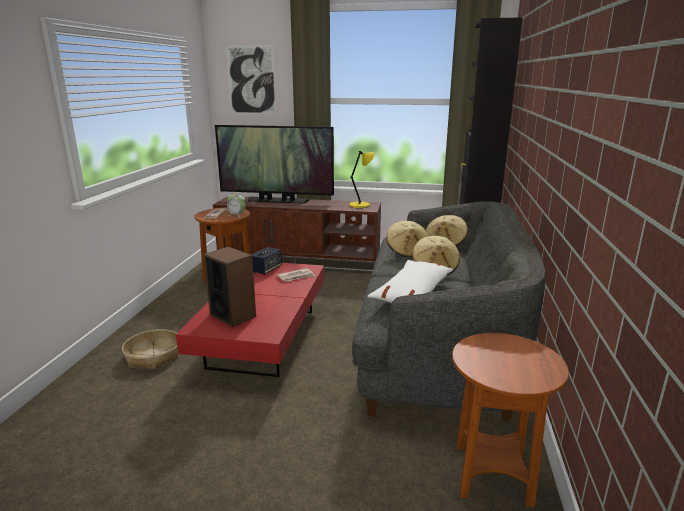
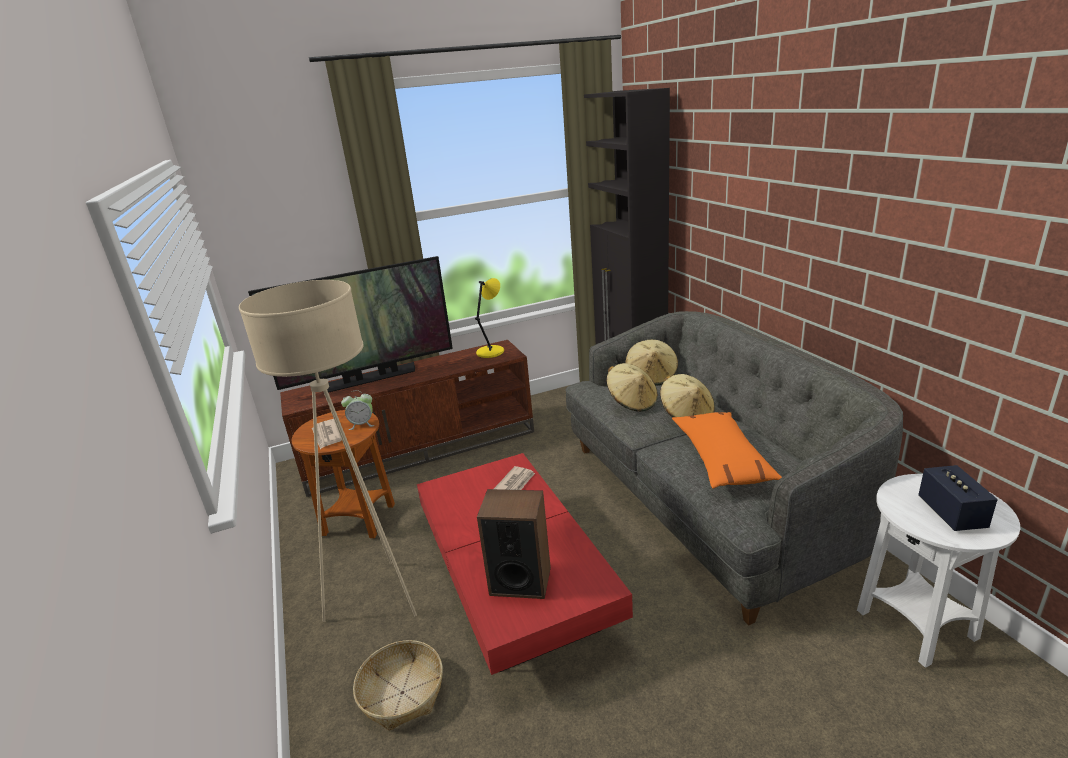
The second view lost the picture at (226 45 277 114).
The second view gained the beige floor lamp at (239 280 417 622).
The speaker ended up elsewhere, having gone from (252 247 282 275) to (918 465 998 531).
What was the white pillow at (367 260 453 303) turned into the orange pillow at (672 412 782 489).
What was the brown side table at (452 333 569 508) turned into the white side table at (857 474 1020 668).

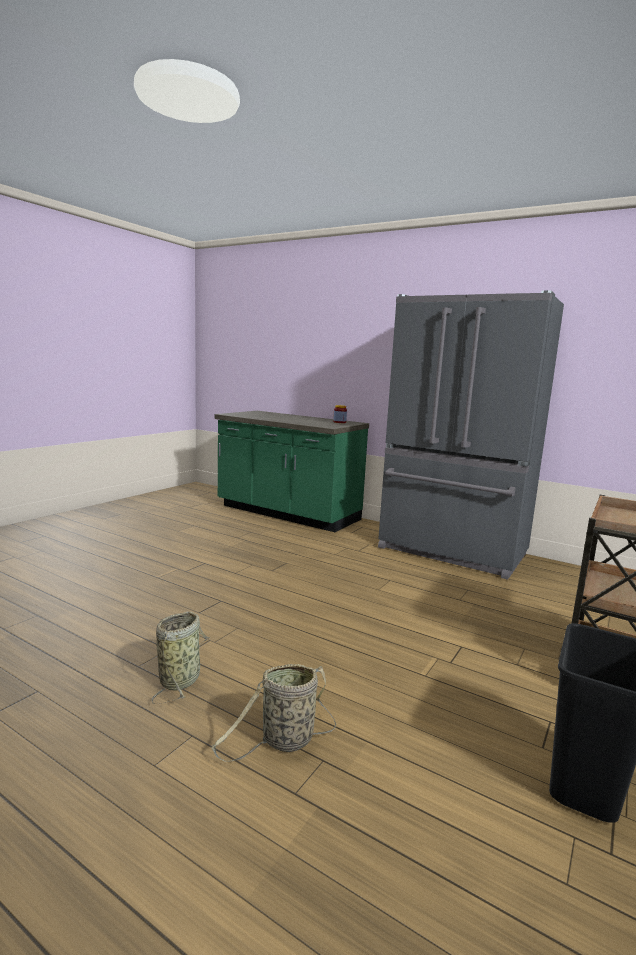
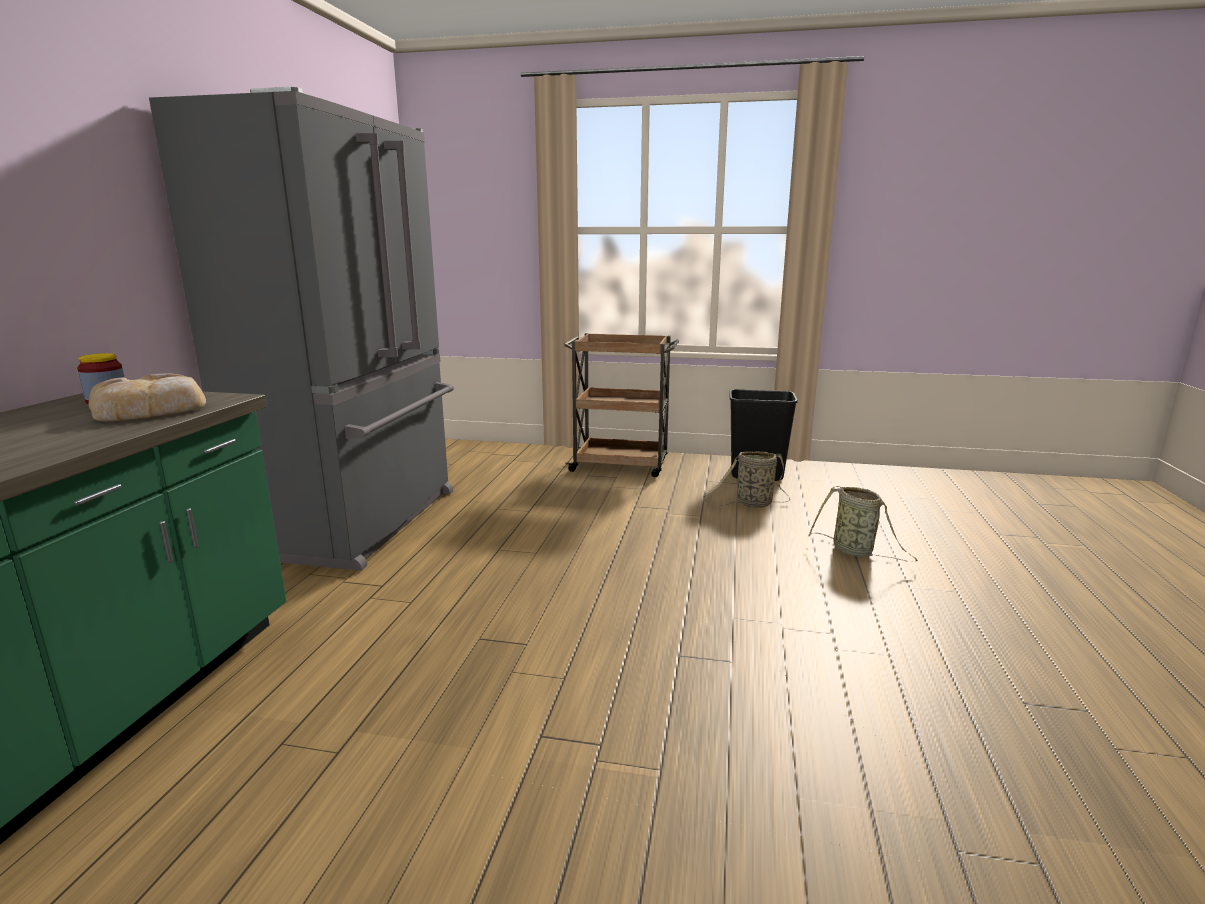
The second view gained the bread at (89 373 206 421).
The basket ended up elsewhere, having gone from (151 611 211 704) to (703 451 790 508).

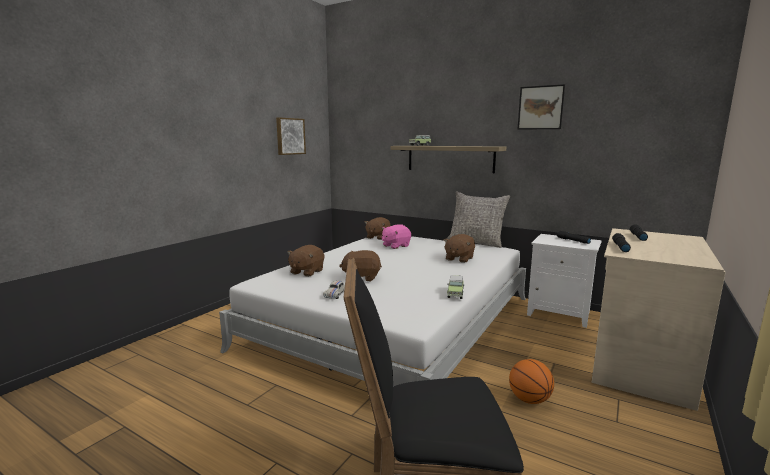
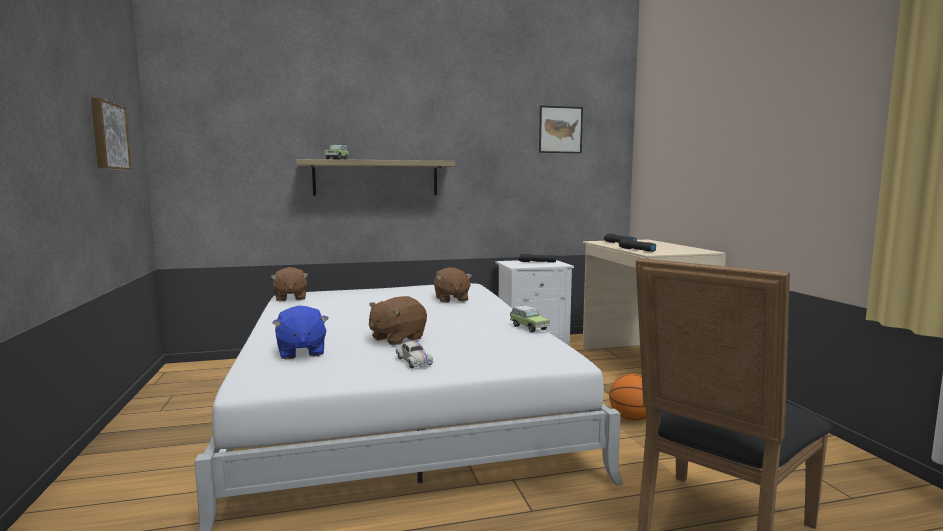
The second view lost the pink plush toy at (382 225 411 249).
The second view lost the grey pillow at (447 191 510 248).
The picture ended up elsewhere, having gone from (518 84 565 130) to (539 106 583 153).
What was the brown plush toy at (287 245 324 277) turned into the blue plush toy at (272 306 329 359).

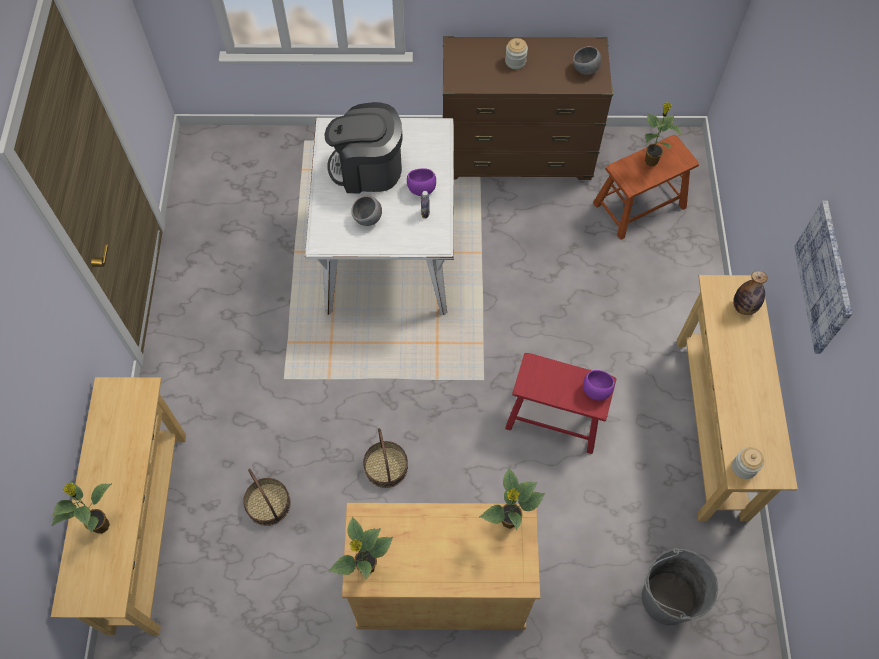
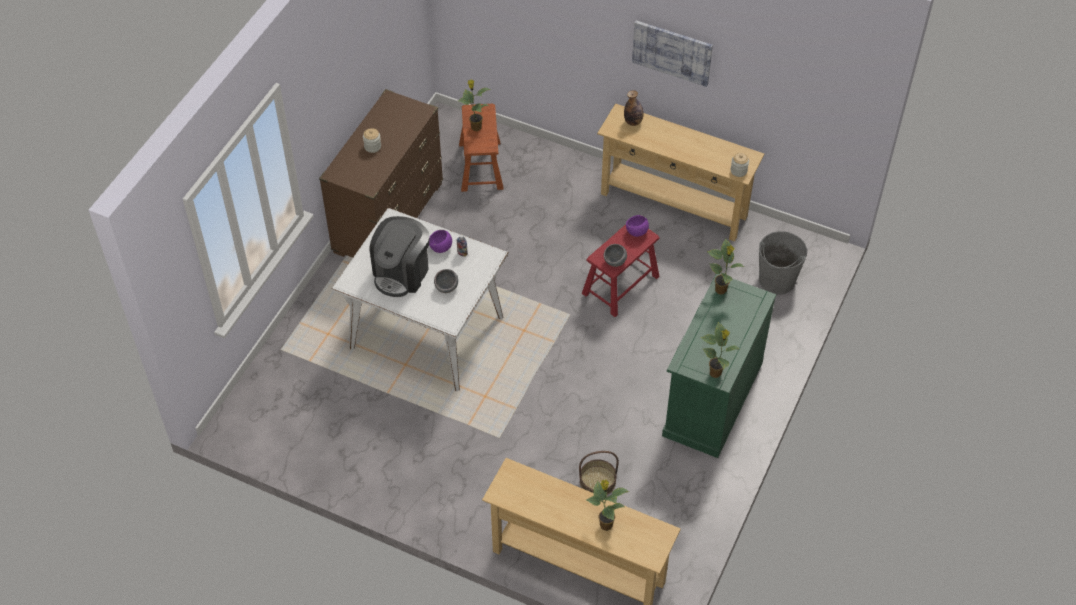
The second view lost the basket at (363 428 408 488).
The grey bowl ended up elsewhere, having gone from (573 46 602 75) to (604 244 627 267).
What was the beige cabinet at (342 503 540 630) turned into the green cabinet at (662 274 776 458).

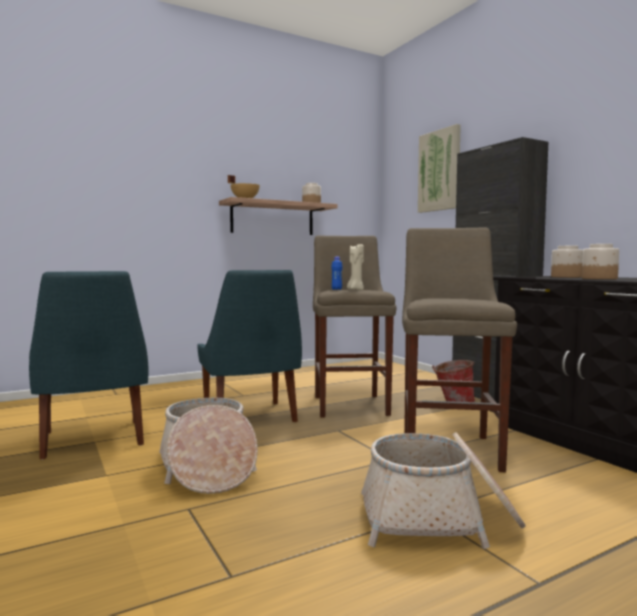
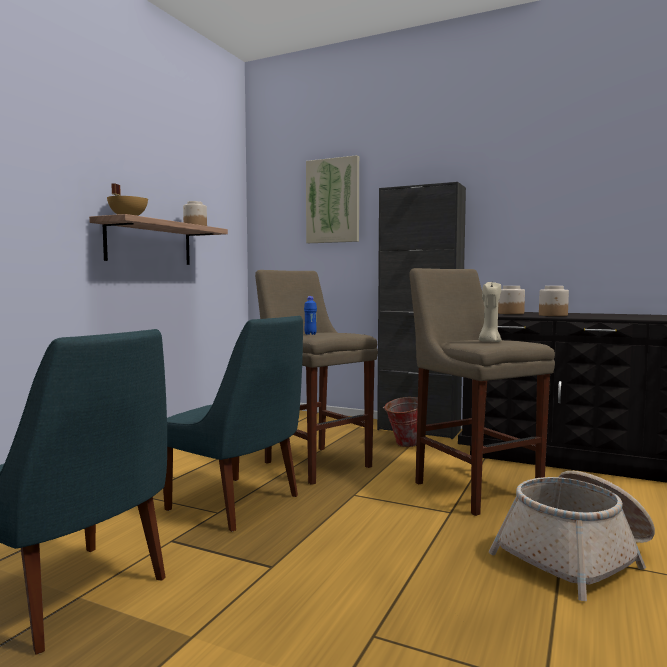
The second view lost the basket at (159 398 258 494).
The beige candle ended up elsewhere, having gone from (347 244 364 290) to (479 282 501 342).

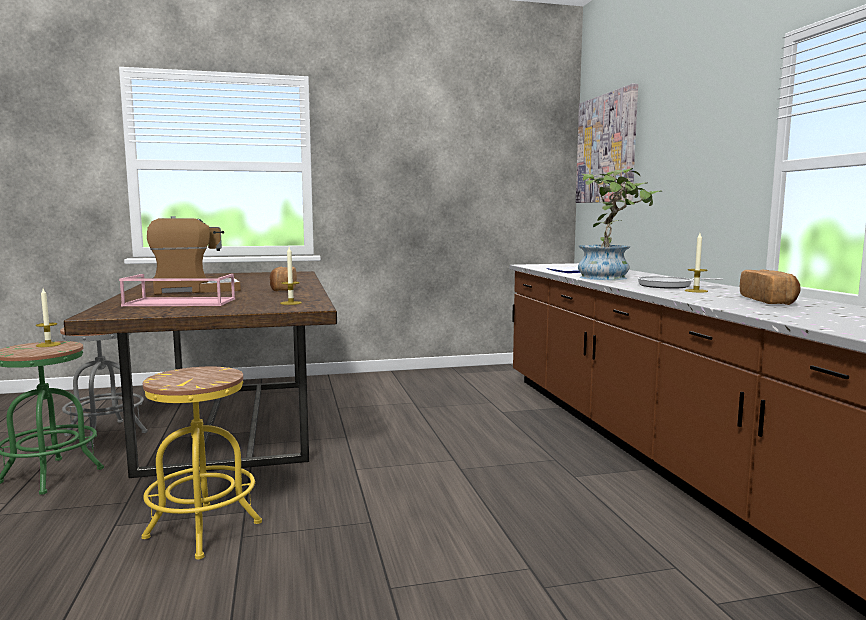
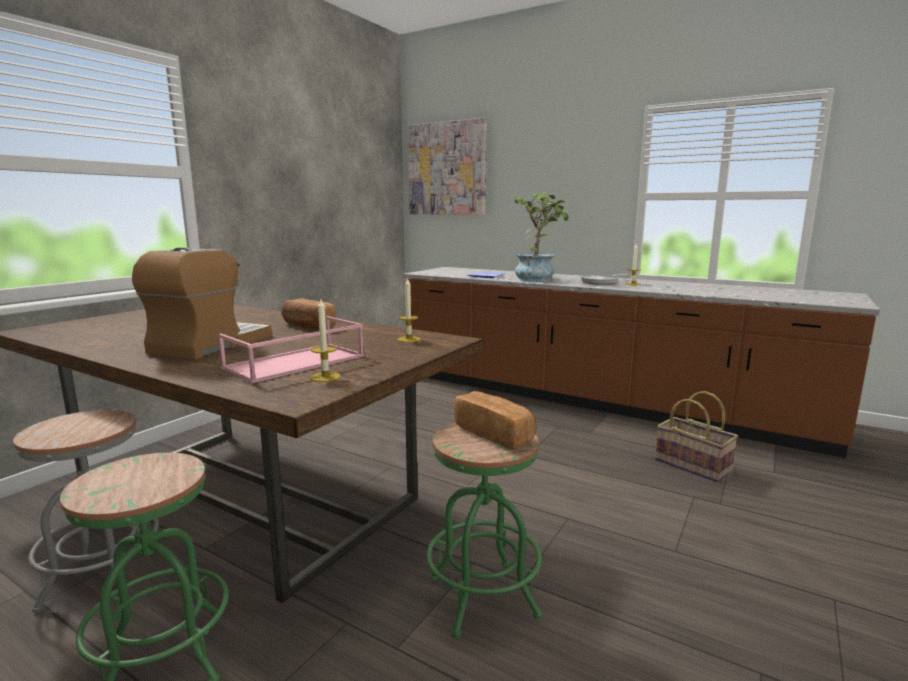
The second view gained the basket at (655 391 738 482).
The candle ended up elsewhere, having gone from (36 289 61 347) to (310 299 341 382).
The bread ended up elsewhere, having gone from (740 270 801 305) to (454 391 537 450).
What was the yellow stool at (142 367 262 559) turned into the green stool at (427 422 542 638).

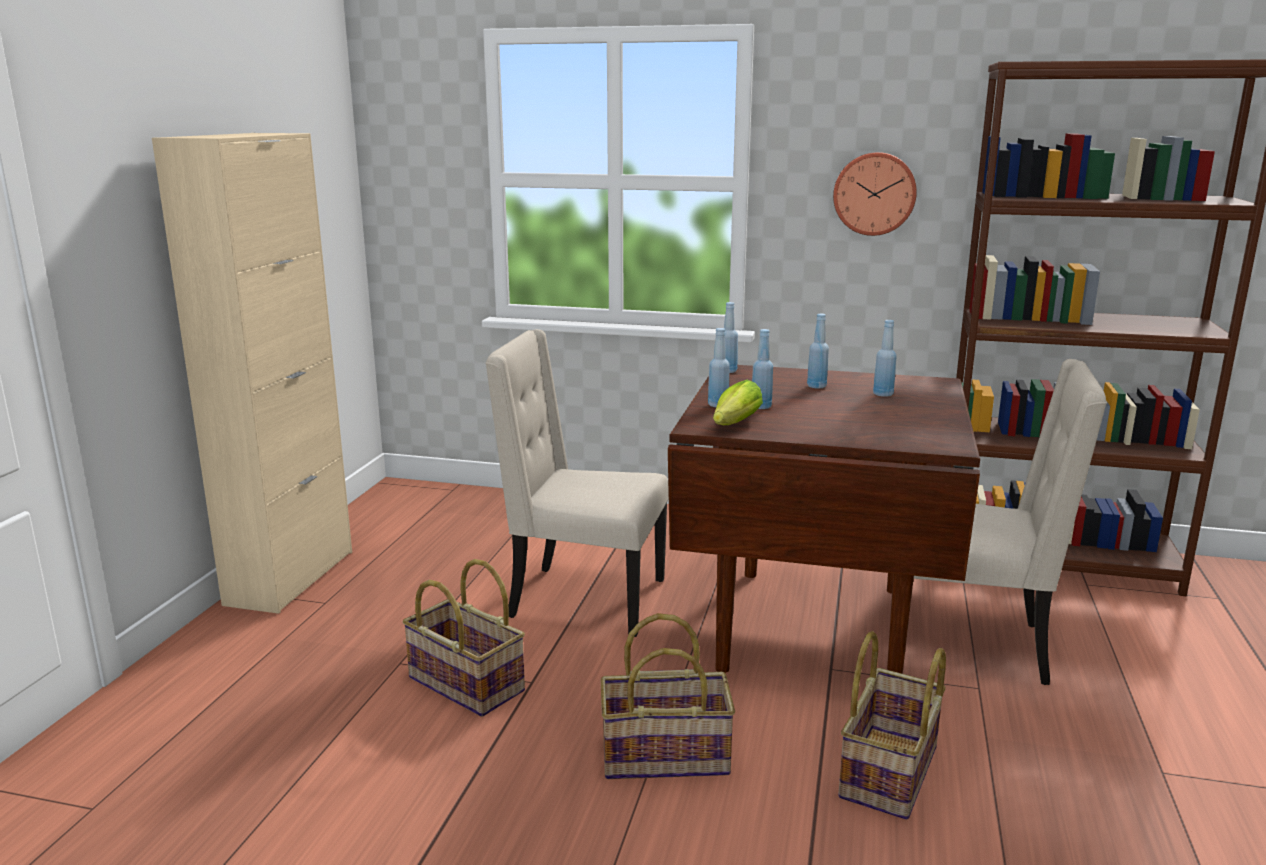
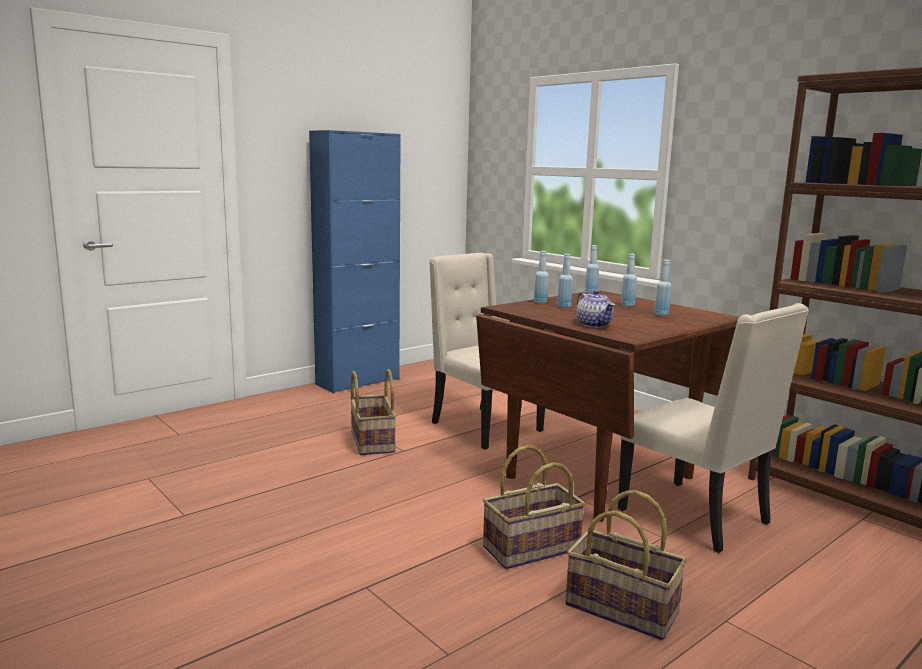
The second view lost the lettuce at (713 380 763 425).
The second view lost the wall clock at (833 152 917 236).
The second view gained the teapot at (576 290 615 328).
The basket ended up elsewhere, having gone from (601 613 735 779) to (565 490 687 640).
What was the beige cabinet at (152 133 352 614) turned into the blue cabinet at (309 130 400 393).

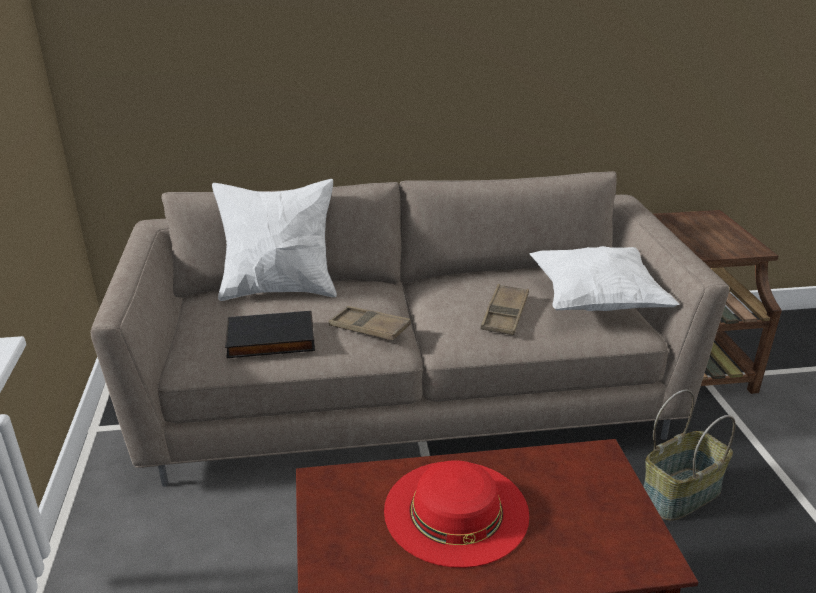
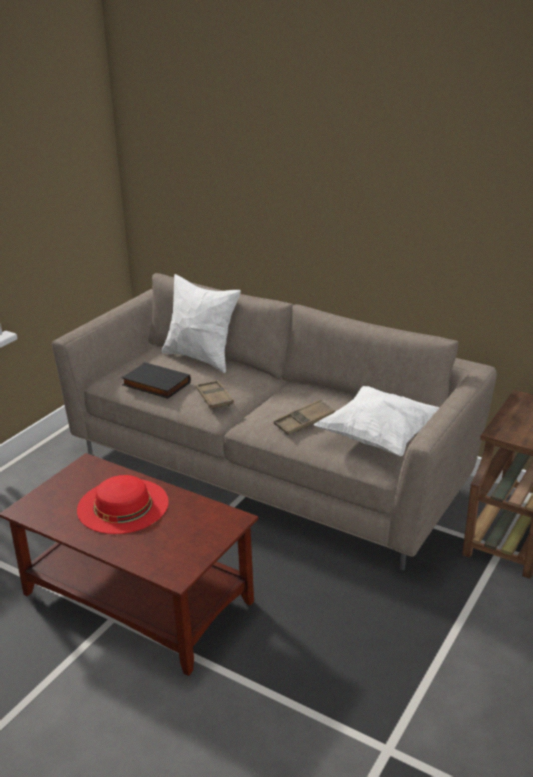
The second view lost the basket at (643 389 736 521).

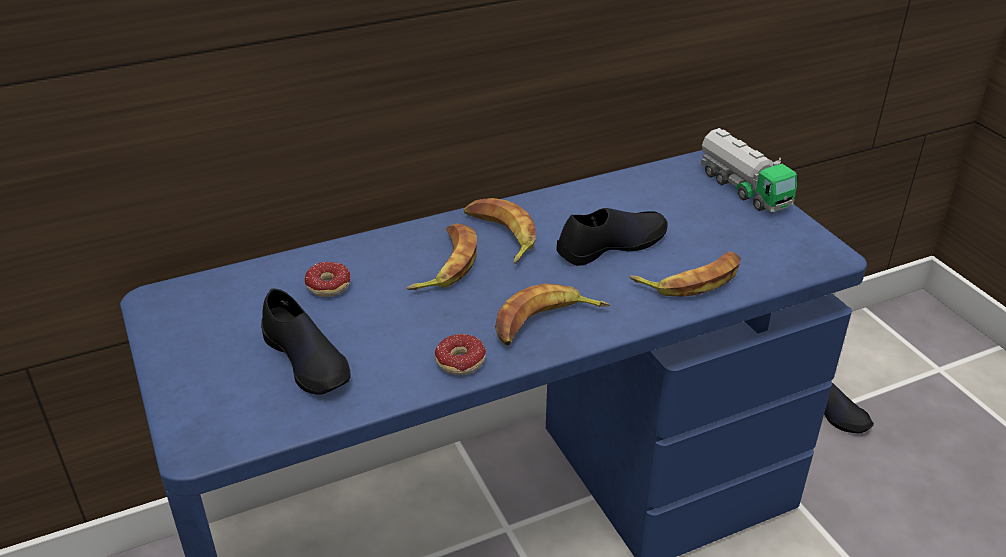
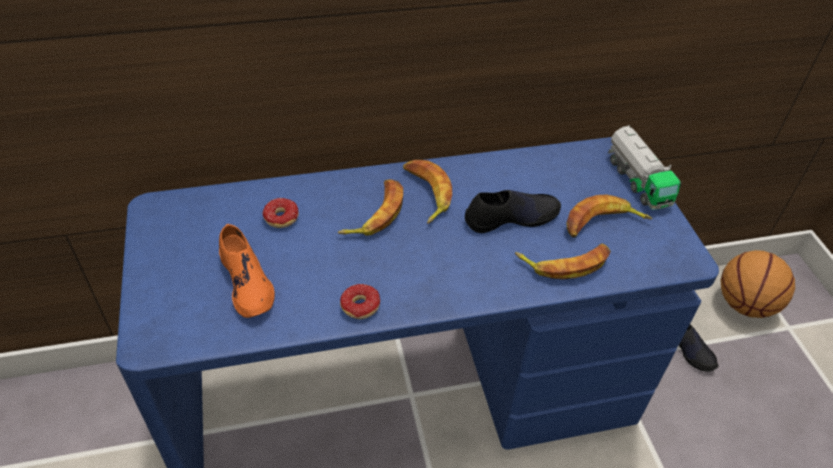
The second view gained the basketball at (721 250 795 318).
The banana ended up elsewhere, having gone from (495 284 610 345) to (566 194 652 237).
What was the black shoe at (261 288 350 395) turned into the orange shoe at (219 224 275 318).

